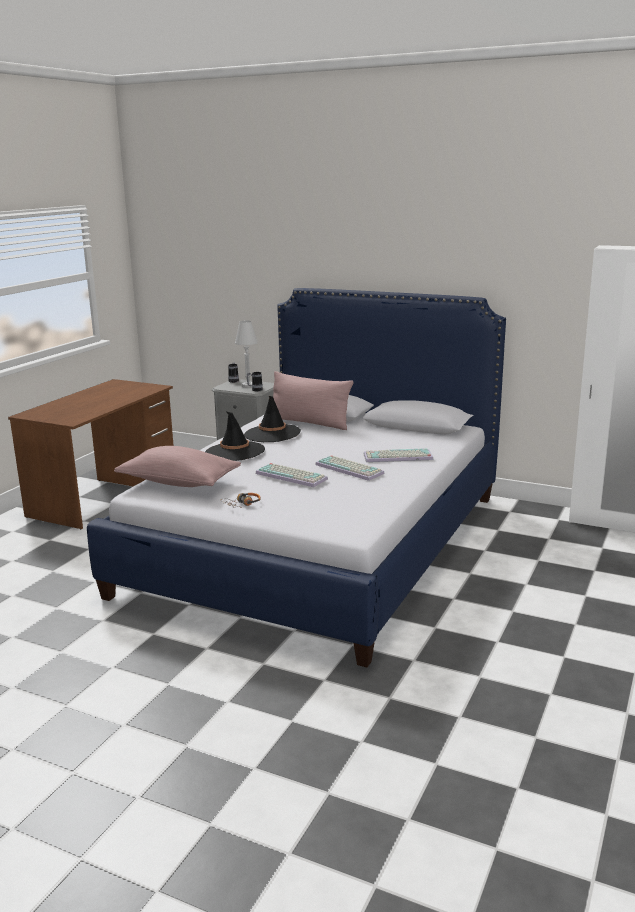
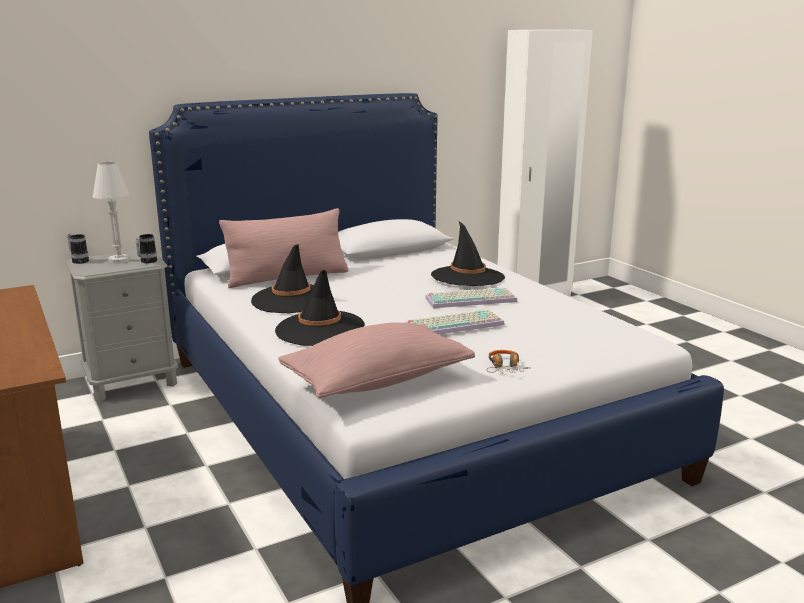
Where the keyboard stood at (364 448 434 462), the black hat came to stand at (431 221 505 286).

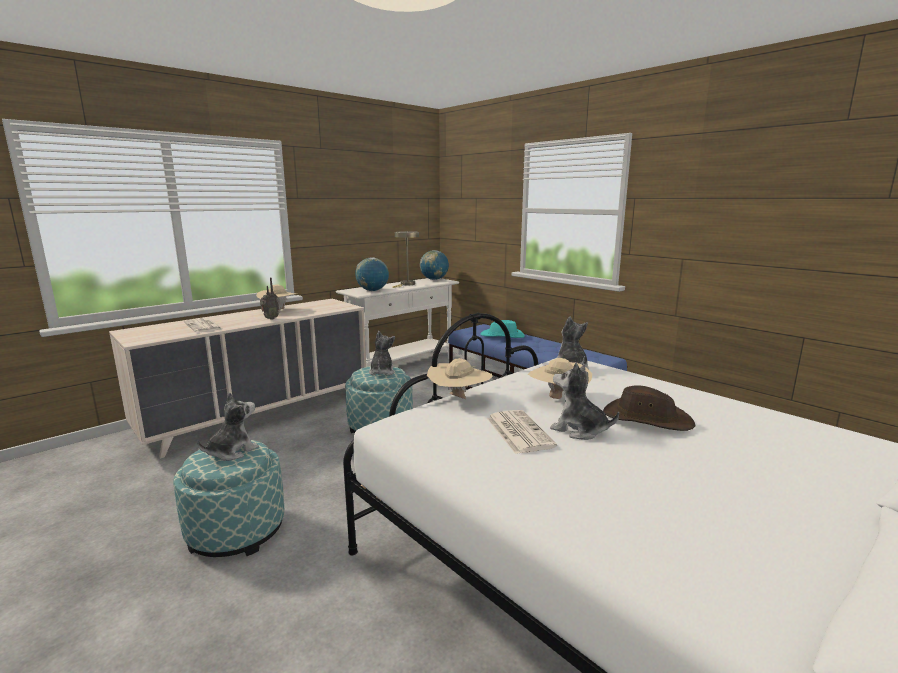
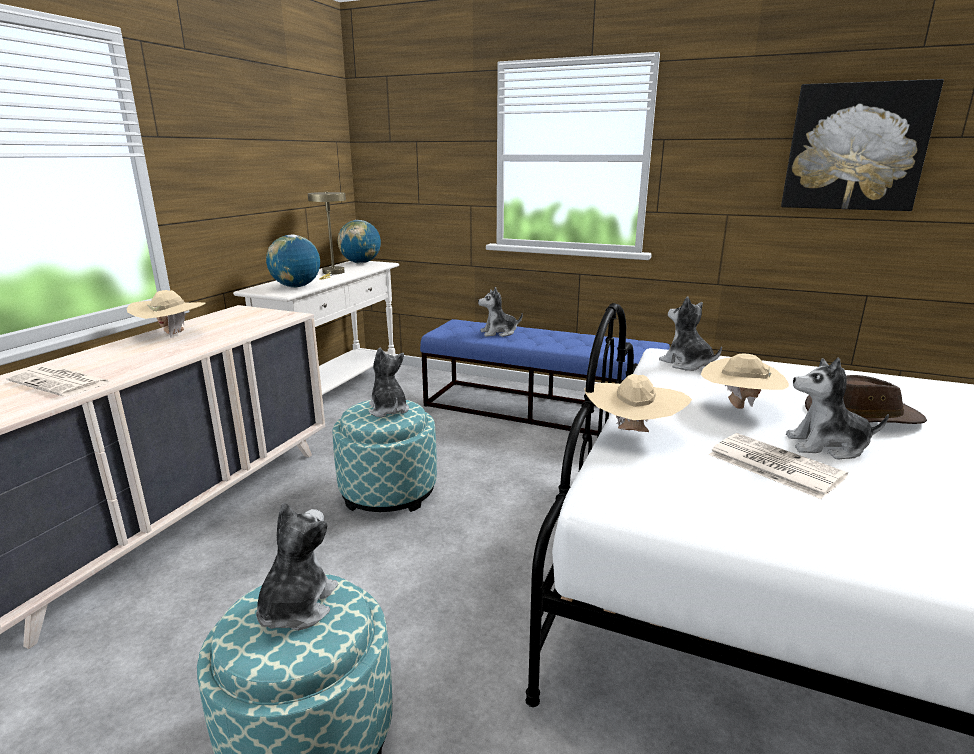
The second view lost the radio at (260 278 279 320).
The second view gained the picture at (781 79 944 211).
Where the turquoise hat stood at (480 320 525 338), the plush toy came to stand at (478 287 523 337).

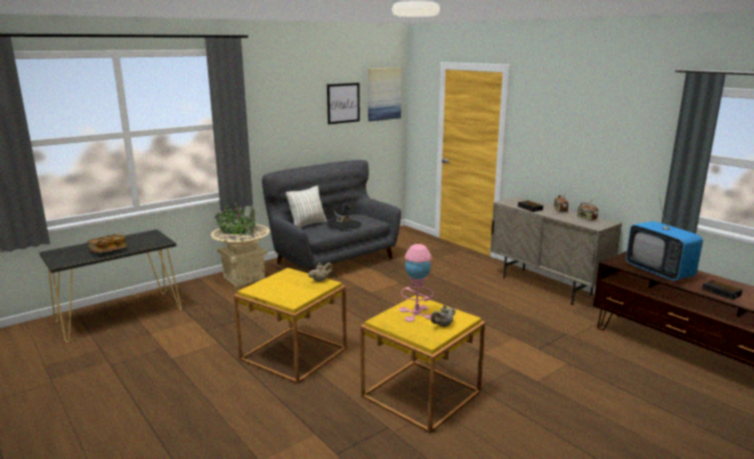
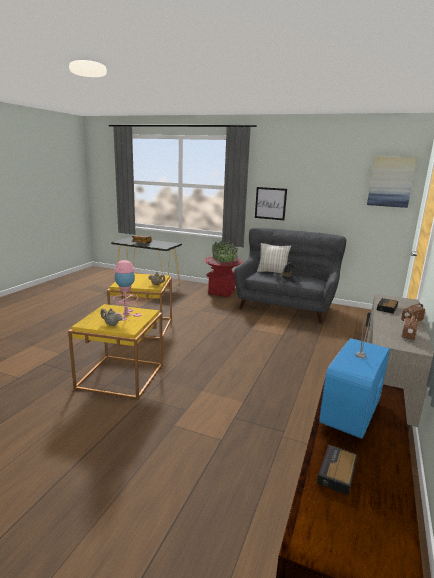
The picture ended up elsewhere, having gone from (327 83 360 124) to (255 187 287 220).
What was the beige planter at (211 202 270 287) turned into the red planter at (204 240 243 297).

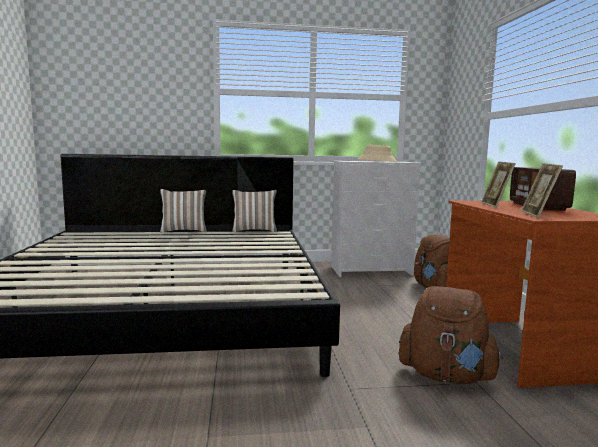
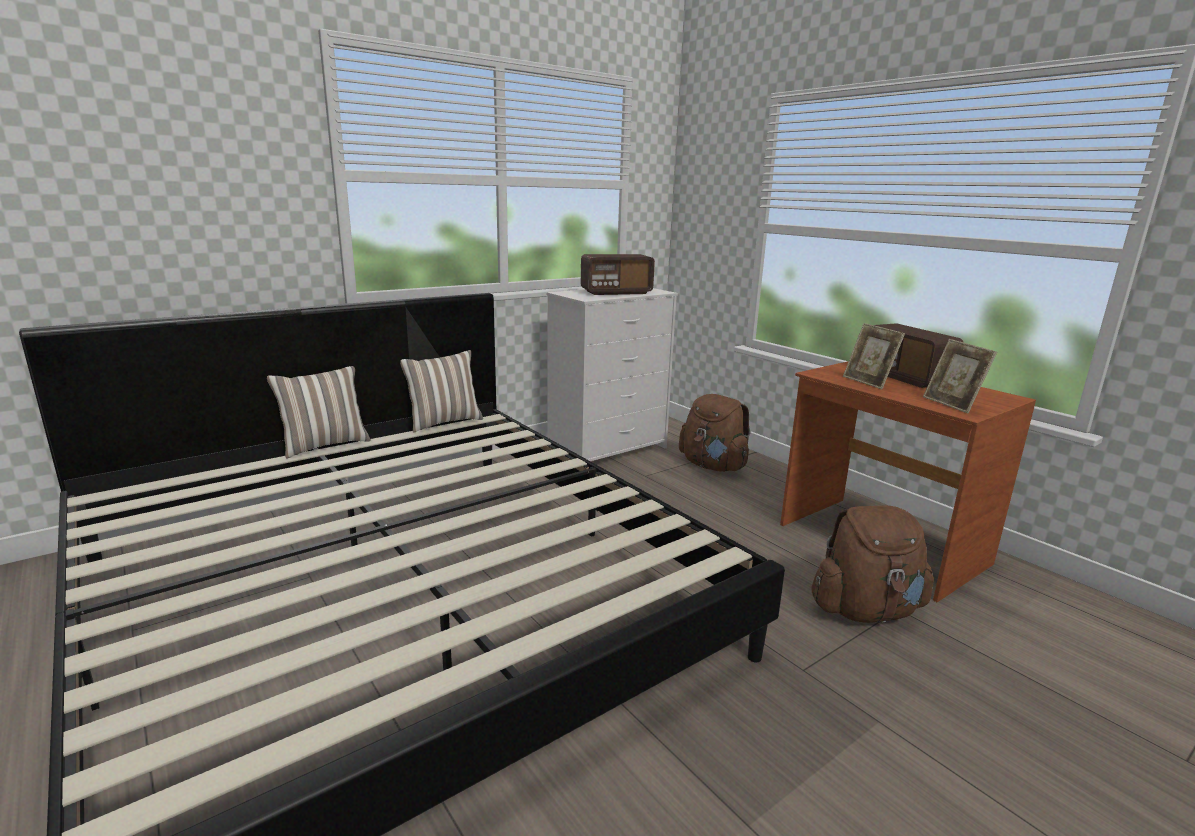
Where the beige hat stood at (358 145 397 162), the radio came to stand at (581 254 655 295).

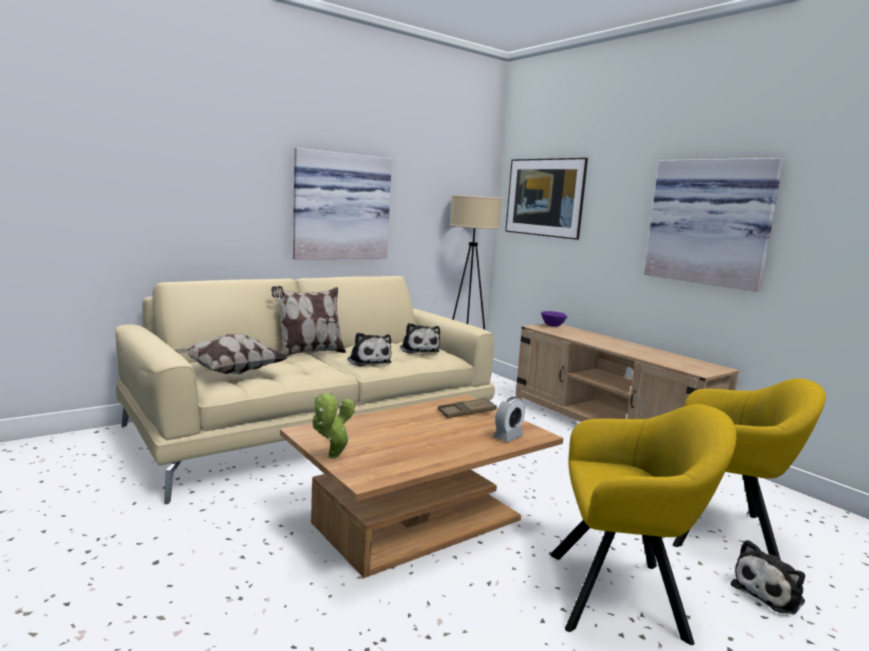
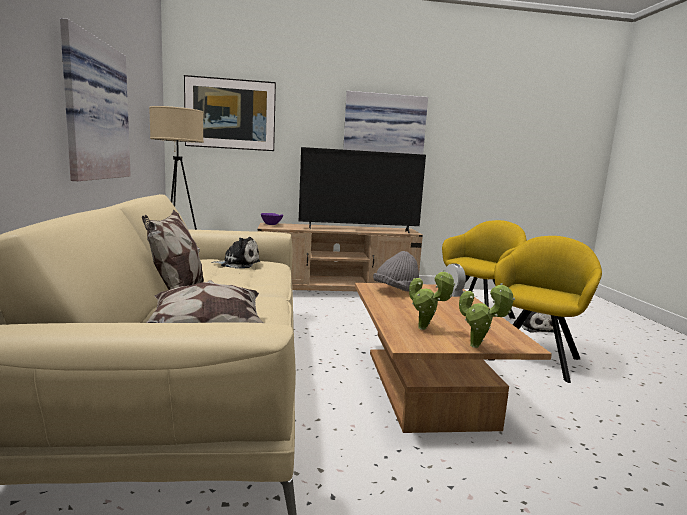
The second view lost the plush toy at (347 333 392 367).
The second view gained the television at (299 147 426 233).
The second view gained the potted plant at (409 270 455 330).
Where the brown tray stood at (438 397 497 418), the grey hat came to stand at (373 251 419 292).

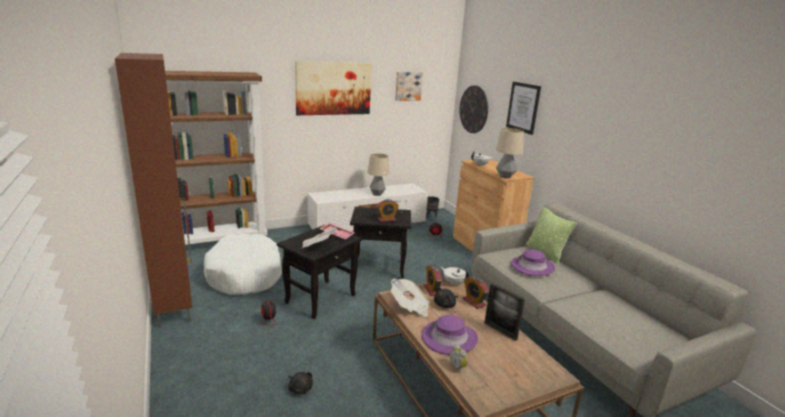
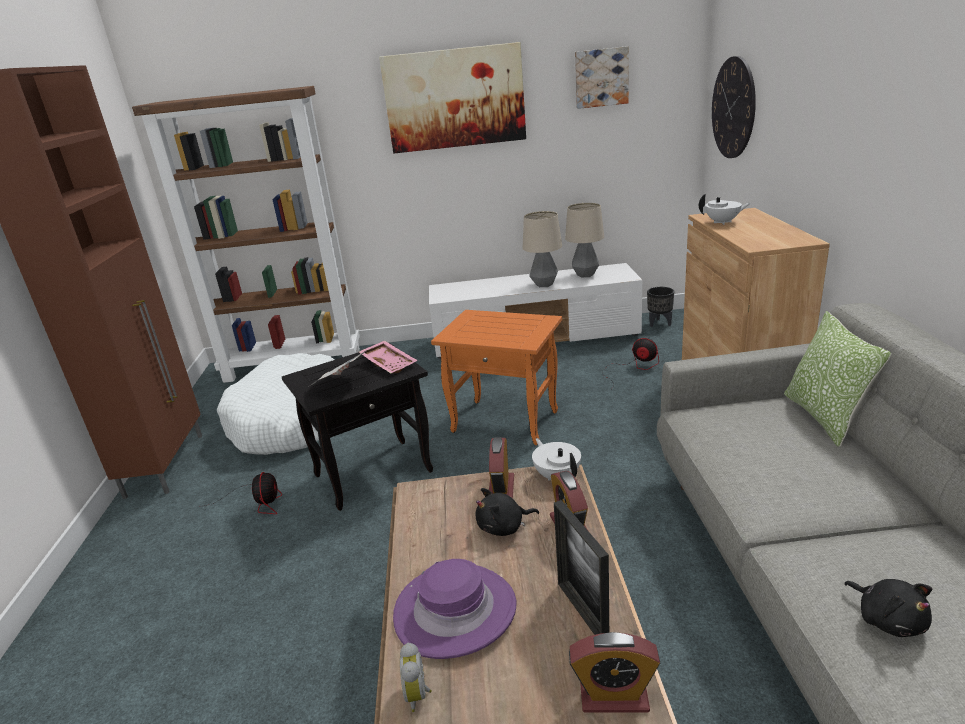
The second view lost the newspaper at (391 279 430 317).
The second view lost the picture at (506 82 541 135).
The second view lost the purple hat at (511 249 555 276).
The black plush toy ended up elsewhere, having gone from (288 372 313 395) to (844 579 932 637).
The alarm clock ended up elsewhere, having gone from (377 199 399 222) to (569 632 660 713).
The table lamp ended up elsewhere, having gone from (496 128 524 178) to (565 203 604 277).
What was the black side table at (350 207 411 279) turned into the orange side table at (431 310 562 445).

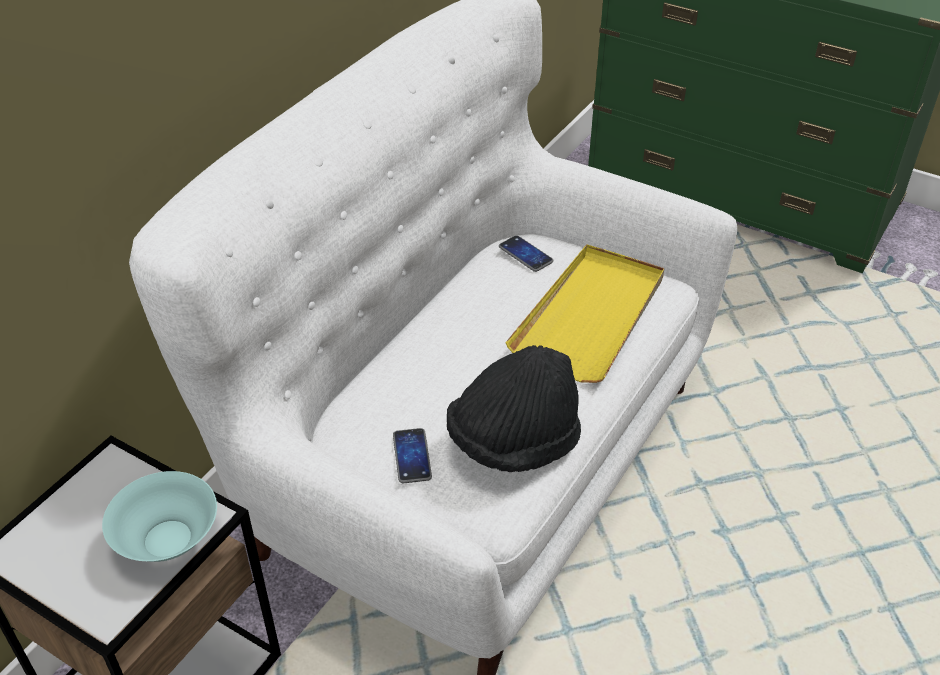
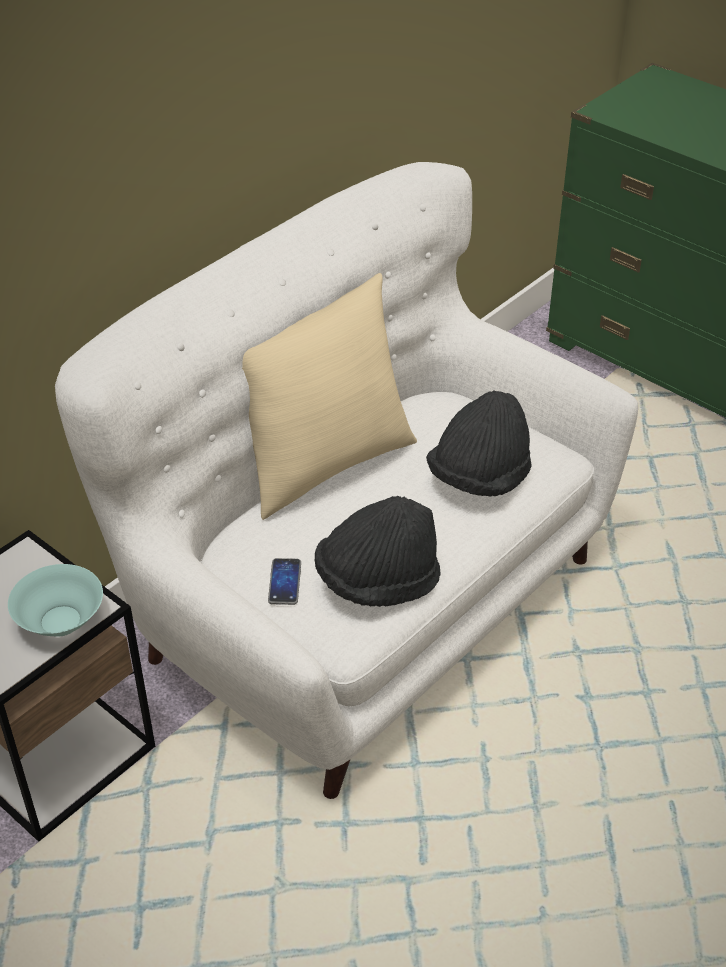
The second view lost the phone at (499 235 553 272).
The second view gained the beige pillow at (242 273 417 520).
Where the yellow tray stood at (505 244 664 383), the black hat came to stand at (426 390 531 497).

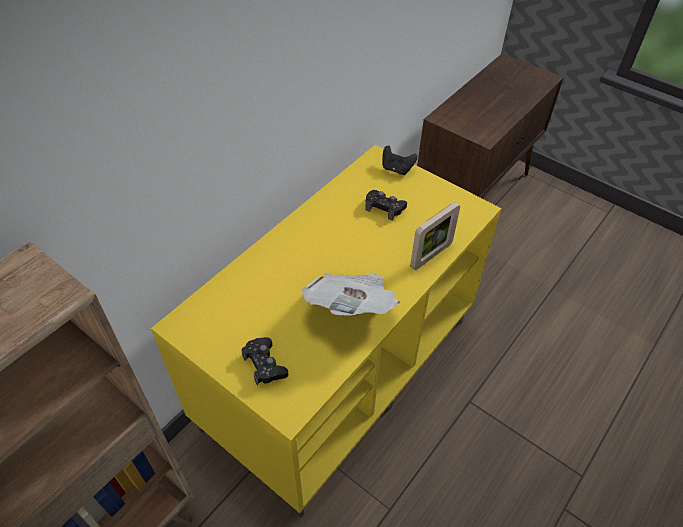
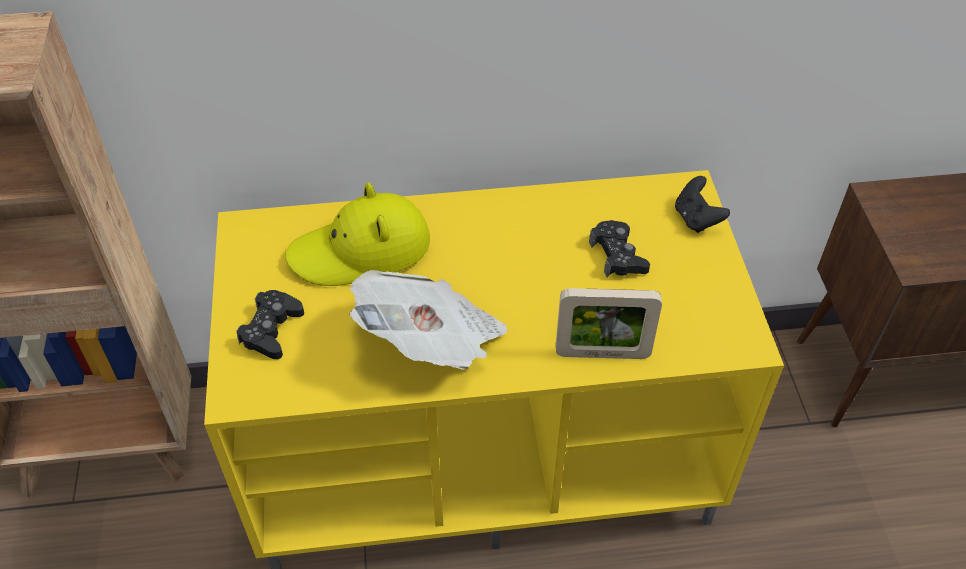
The second view gained the yellow hat at (285 182 430 286).

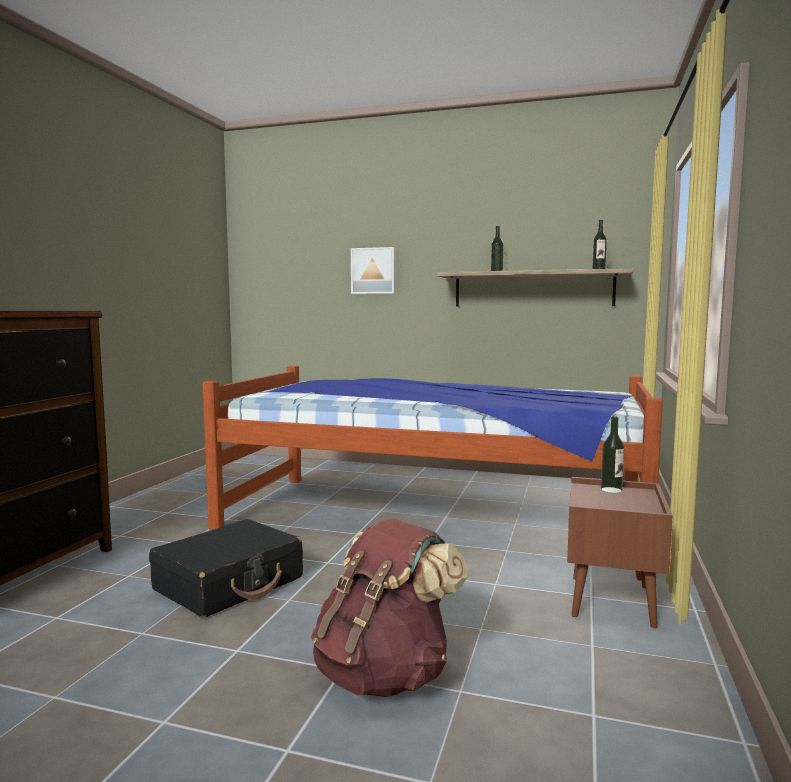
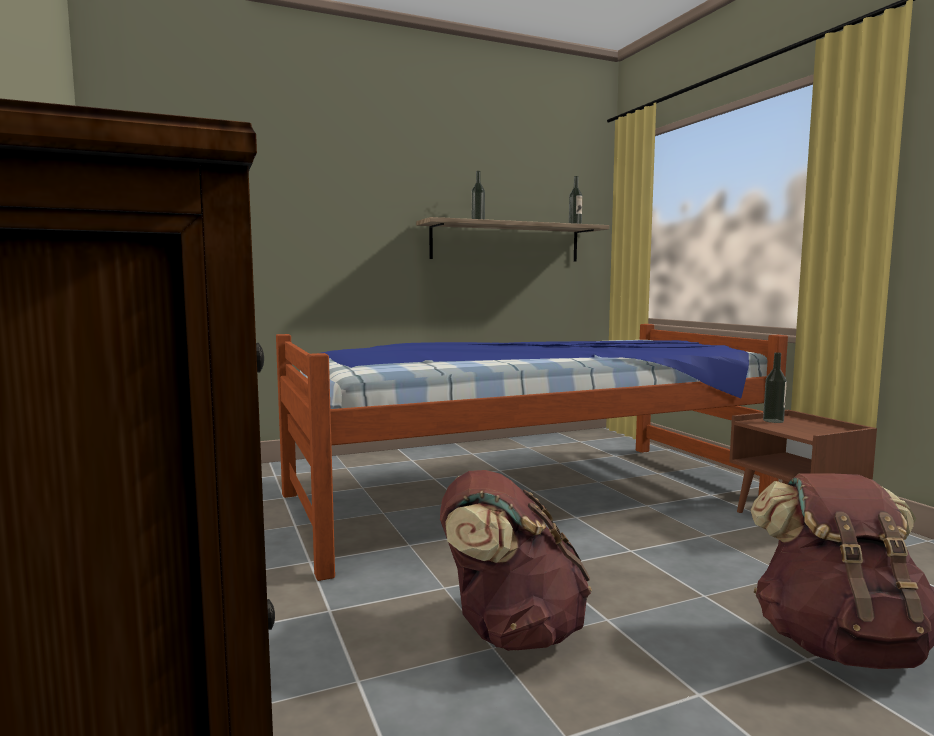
The second view lost the picture at (351 247 395 294).
Where the black suitcase stood at (149 519 303 618), the brown backpack came to stand at (440 470 592 651).

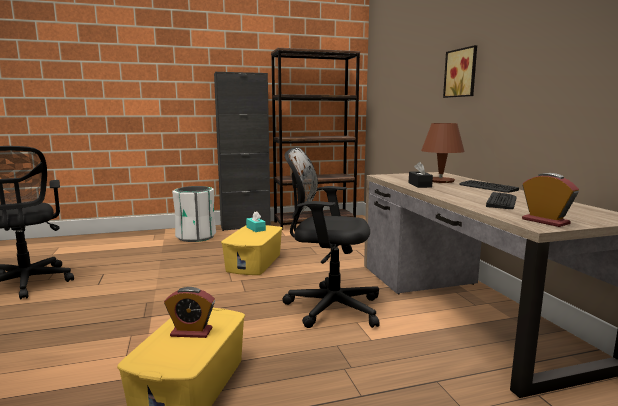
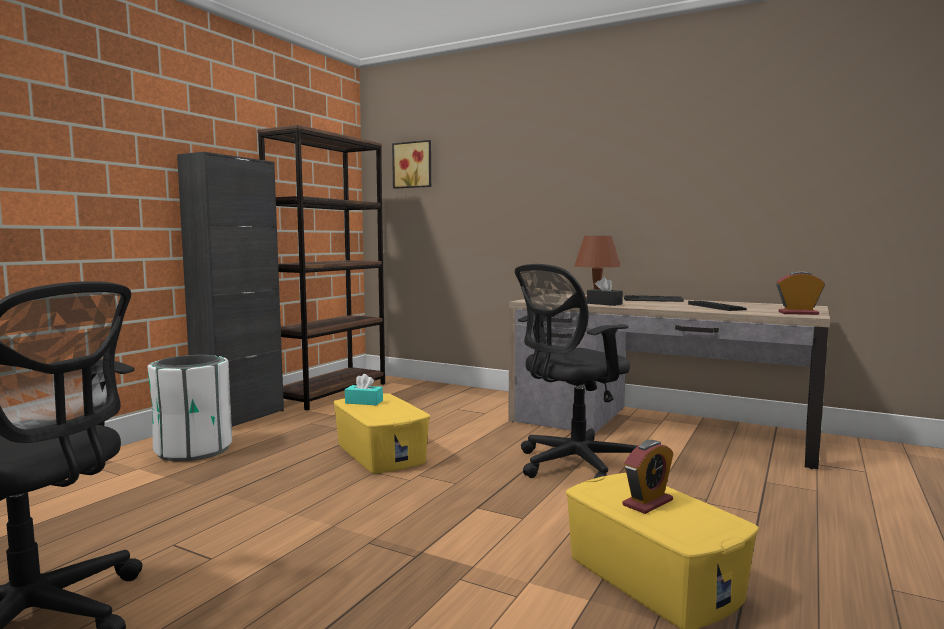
The picture ended up elsewhere, having gone from (443 45 477 98) to (392 140 431 189).

